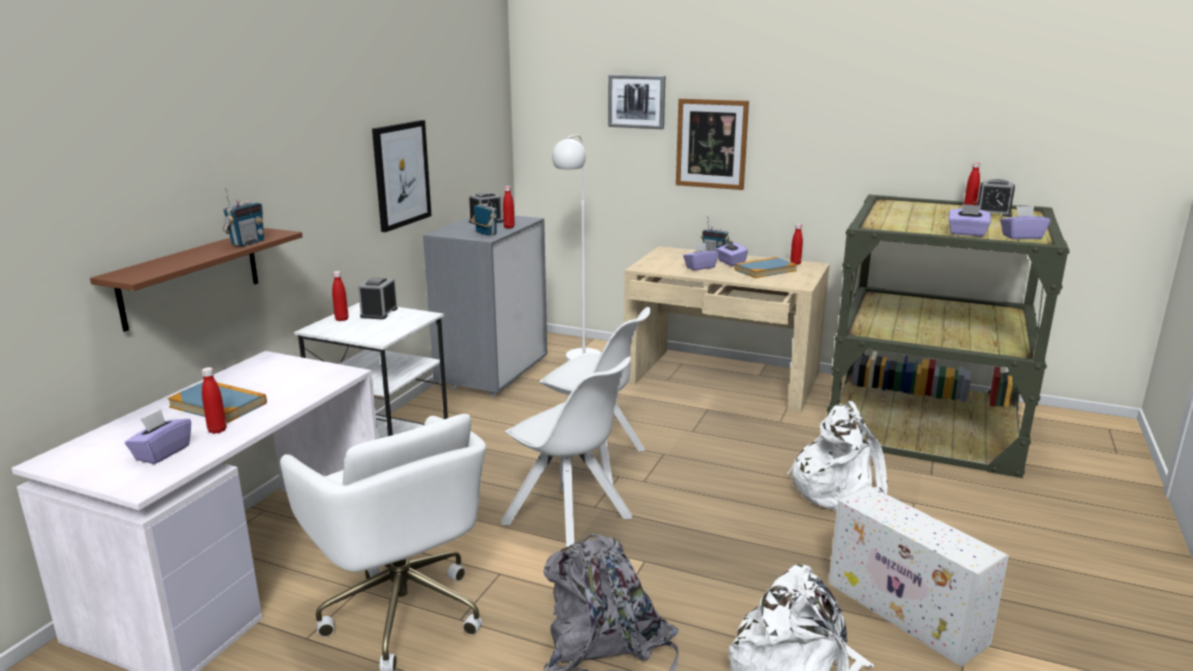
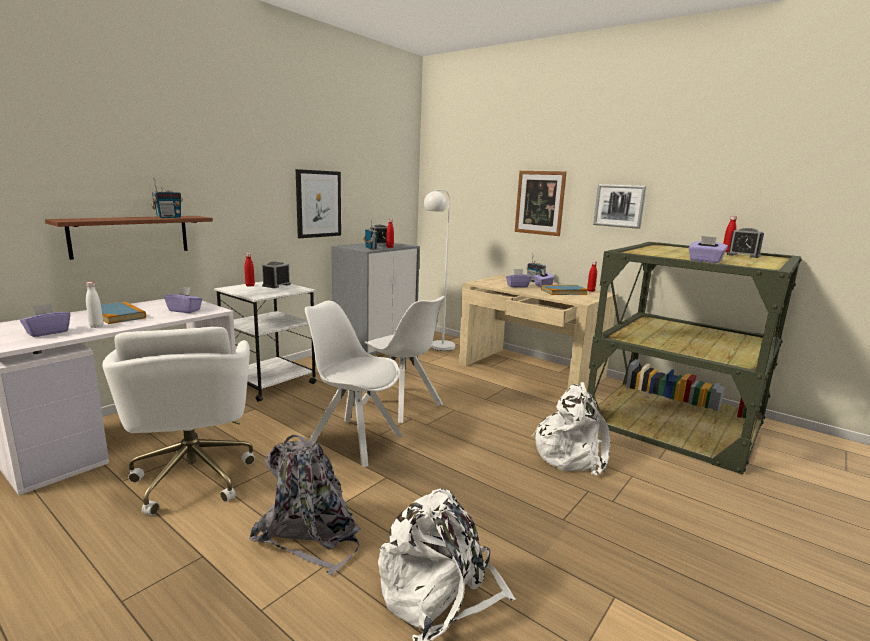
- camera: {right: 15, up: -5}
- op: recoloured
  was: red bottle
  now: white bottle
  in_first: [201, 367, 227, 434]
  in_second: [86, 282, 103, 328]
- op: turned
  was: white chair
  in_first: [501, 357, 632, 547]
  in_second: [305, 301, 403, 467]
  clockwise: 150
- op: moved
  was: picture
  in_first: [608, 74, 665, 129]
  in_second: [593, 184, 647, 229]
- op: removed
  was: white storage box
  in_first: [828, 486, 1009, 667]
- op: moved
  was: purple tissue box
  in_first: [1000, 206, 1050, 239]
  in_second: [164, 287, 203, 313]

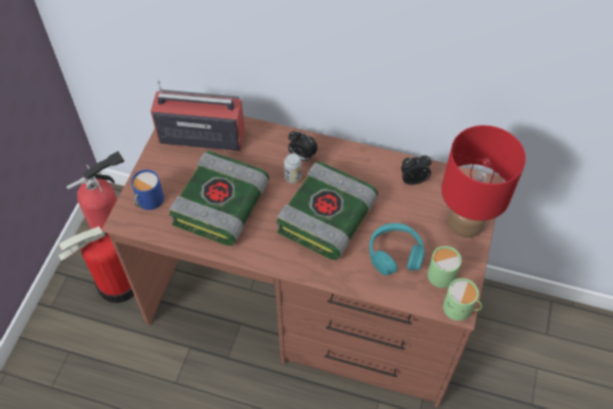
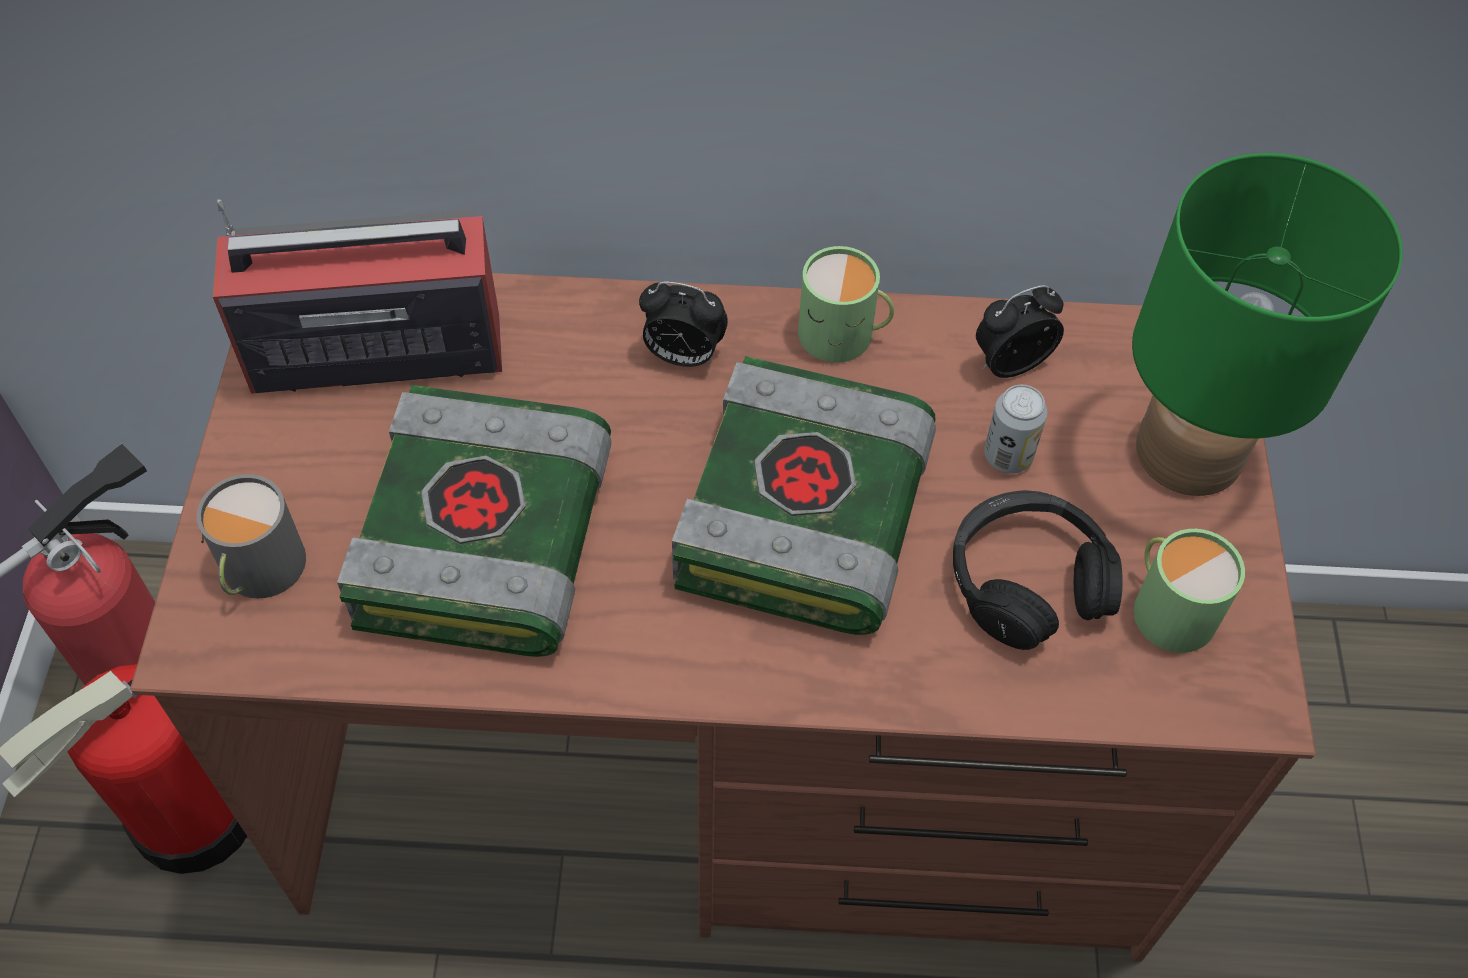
- camera: {right: -15, up: 0}
- op: recoloured
  was: blue mug
  now: grey mug
  in_first: [131, 169, 164, 210]
  in_second: [197, 474, 306, 598]
- op: moved
  was: can
  in_first: [284, 153, 302, 183]
  in_second: [984, 384, 1047, 474]
- op: recoloured
  was: turquoise headphones
  now: black headphones
  in_first: [369, 223, 425, 276]
  in_second: [953, 490, 1123, 650]
- op: recoloured
  was: red table lamp
  now: green table lamp
  in_first: [441, 125, 526, 238]
  in_second: [1132, 153, 1403, 496]
- op: moved
  was: green mug
  in_first: [443, 278, 482, 321]
  in_second: [798, 246, 894, 362]

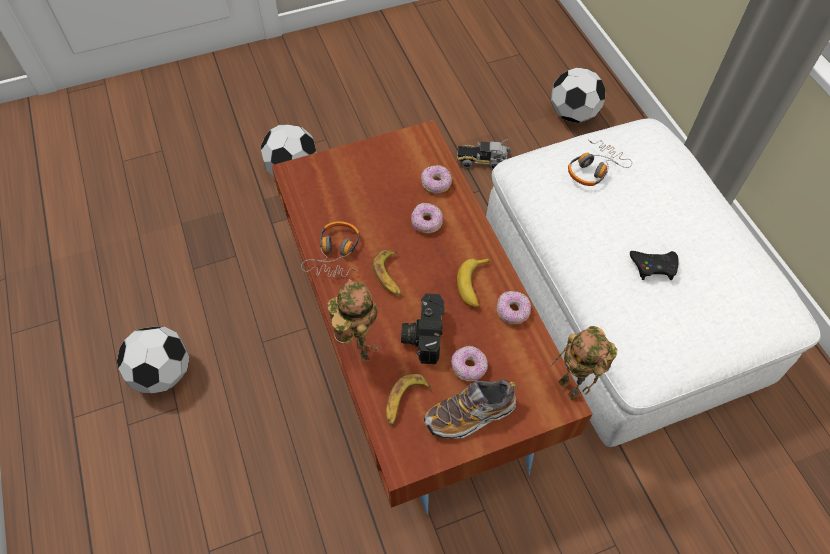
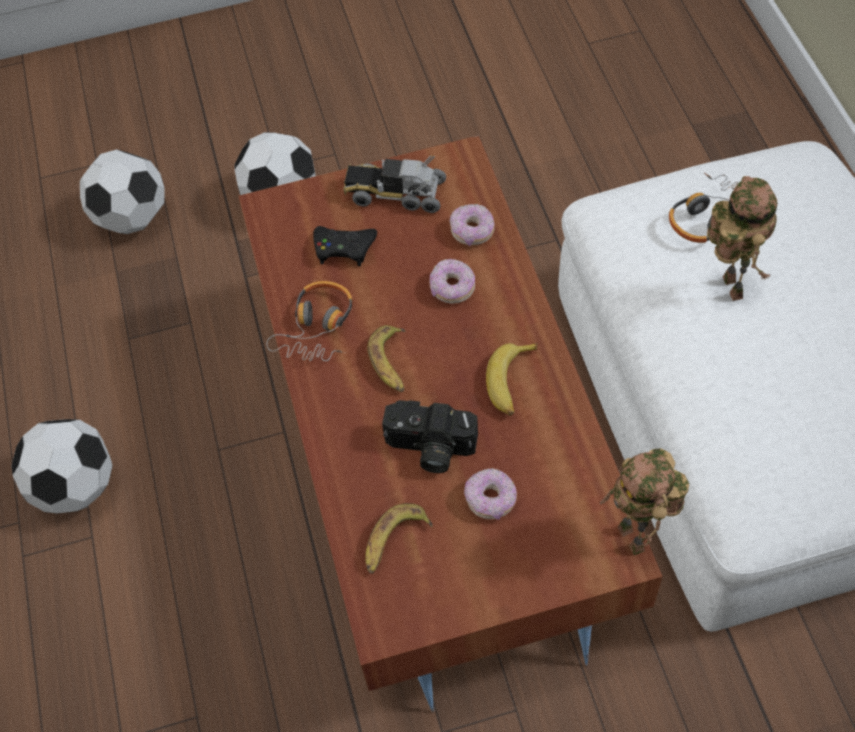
- camera: {right: 10, up: 0}
- op: moved
  was: toy robot
  in_first: [327, 279, 382, 363]
  in_second: [707, 176, 777, 301]
- op: turned
  was: photo camera
  in_first: [401, 293, 445, 364]
  in_second: [382, 400, 478, 473]
  clockwise: -90
- op: removed
  was: shoe
  in_first: [424, 379, 518, 439]
- op: moved
  was: toy truck
  in_first: [457, 139, 511, 169]
  in_second: [344, 156, 446, 213]
- op: removed
  was: donut
  in_first: [497, 291, 531, 324]
- op: moved
  was: football
  in_first: [551, 67, 606, 123]
  in_second: [80, 149, 164, 234]
- op: moved
  was: black game controller
  in_first: [630, 251, 679, 280]
  in_second: [313, 226, 377, 266]

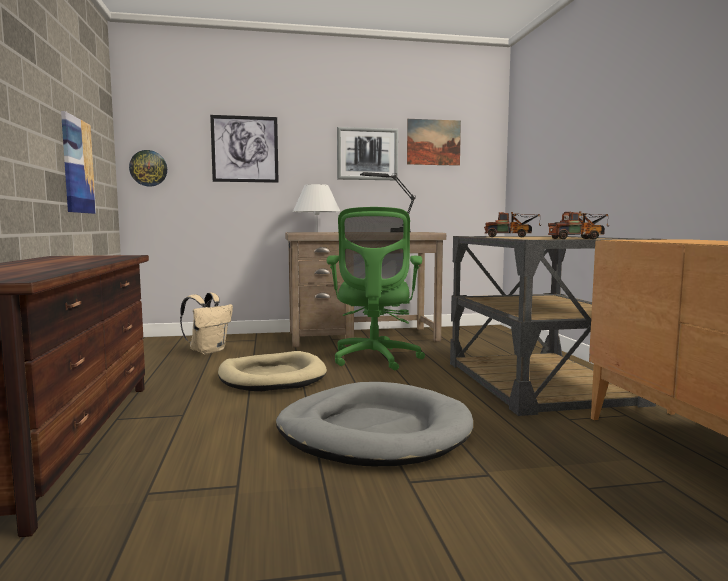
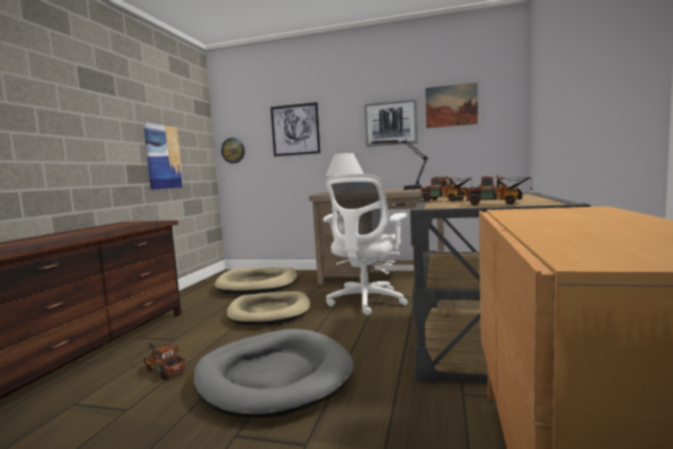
- camera: {right: 25, up: 0}
- op: replaced
  was: beige backpack
  now: beige dog bed
  in_first: [180, 292, 233, 355]
  in_second: [215, 267, 297, 295]
- op: recoloured
  was: green office chair
  now: white office chair
  in_first: [327, 207, 425, 370]
  in_second: [323, 174, 408, 315]
- op: added
  now: toy truck
  in_second: [144, 342, 185, 379]

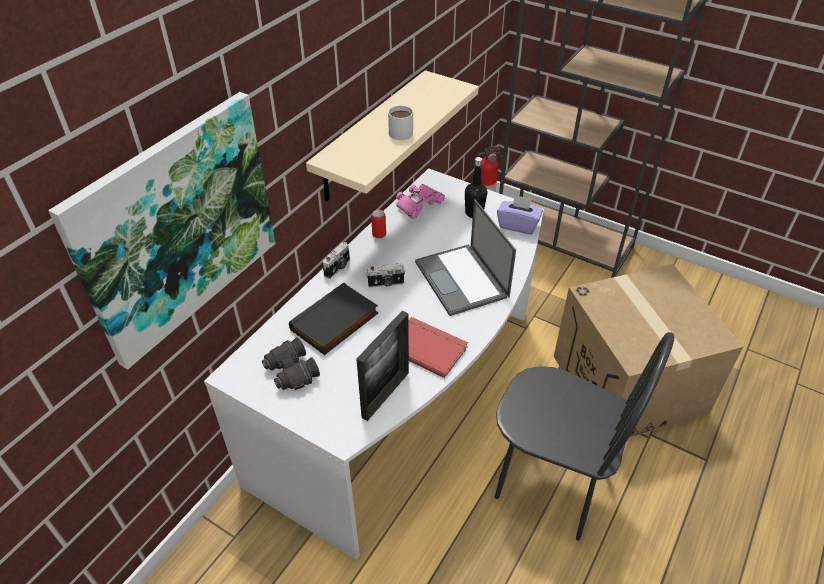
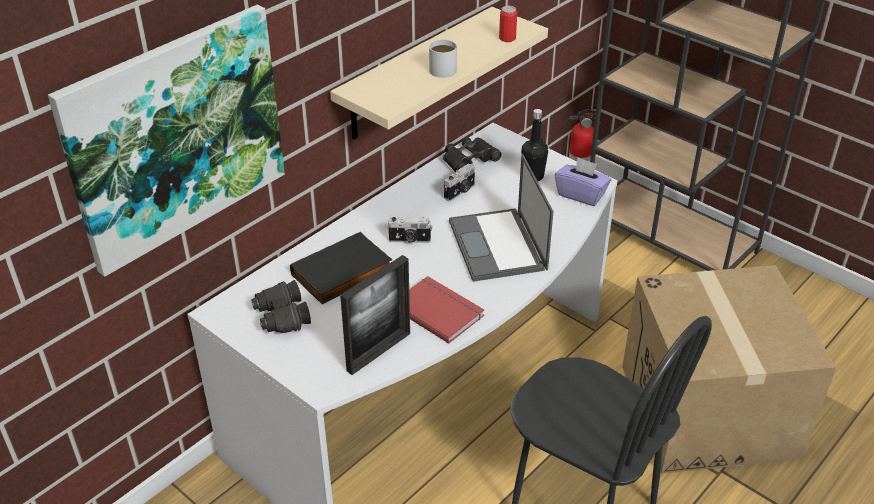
- camera: {right: 10, up: -5}
- op: moved
  was: photo camera
  in_first: [322, 242, 350, 279]
  in_second: [444, 164, 475, 201]
- op: moved
  was: can
  in_first: [371, 210, 386, 238]
  in_second: [499, 6, 517, 42]
- op: recoloured
  was: pink binoculars
  now: black binoculars
  in_first: [396, 184, 445, 219]
  in_second: [443, 137, 502, 172]

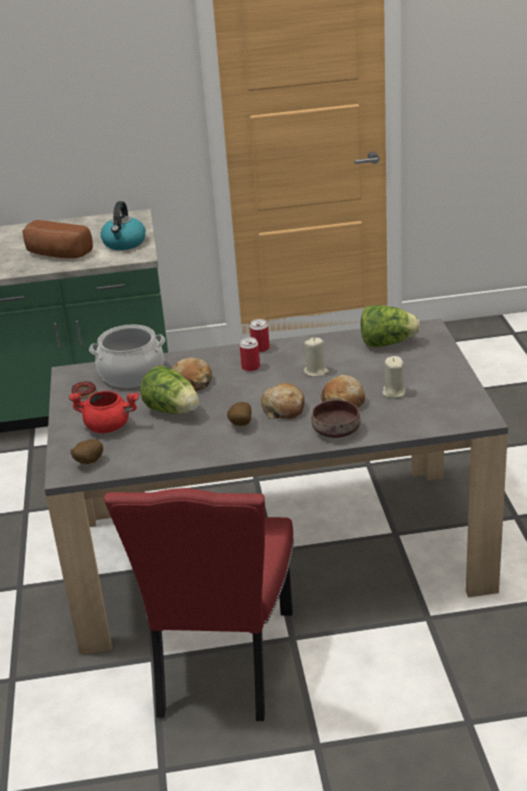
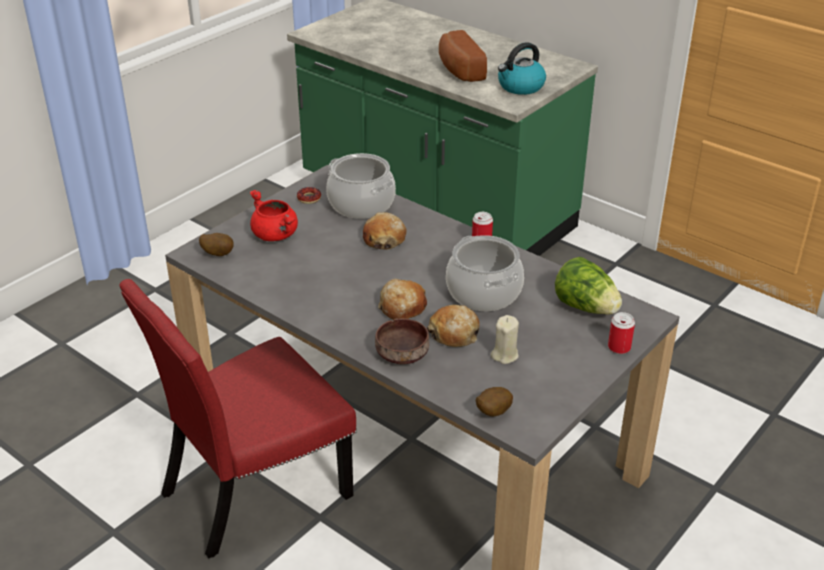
- camera: {right: 45, up: 5}
- op: removed
  was: lettuce
  in_first: [140, 365, 199, 414]
- op: moved
  was: potato
  in_first: [227, 402, 251, 426]
  in_second: [476, 387, 513, 416]
- op: moved
  was: can
  in_first: [239, 337, 260, 372]
  in_second: [608, 312, 635, 354]
- op: replaced
  was: beige candle
  now: cooking pot
  in_first: [304, 338, 329, 377]
  in_second: [446, 235, 524, 311]

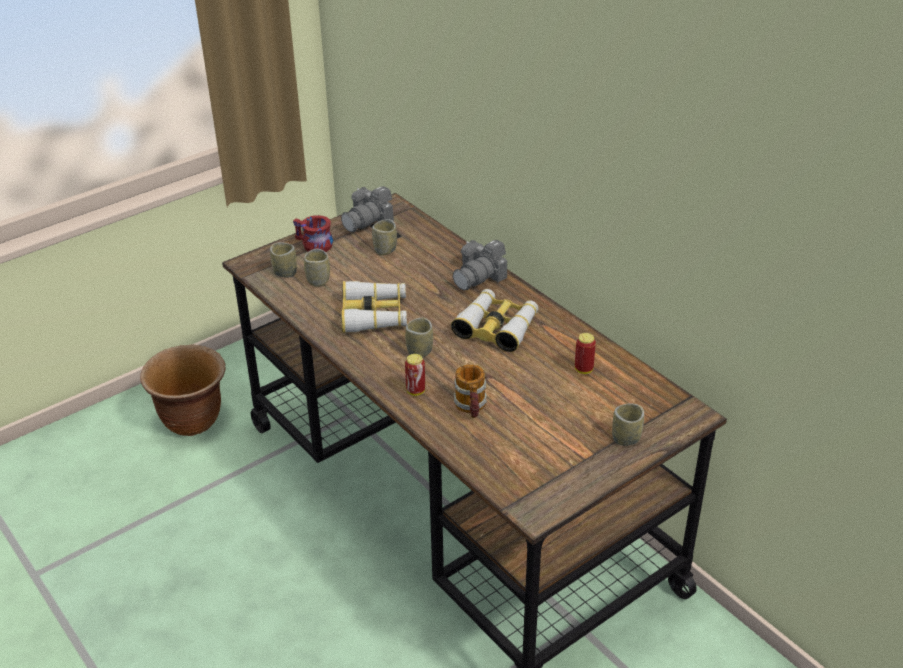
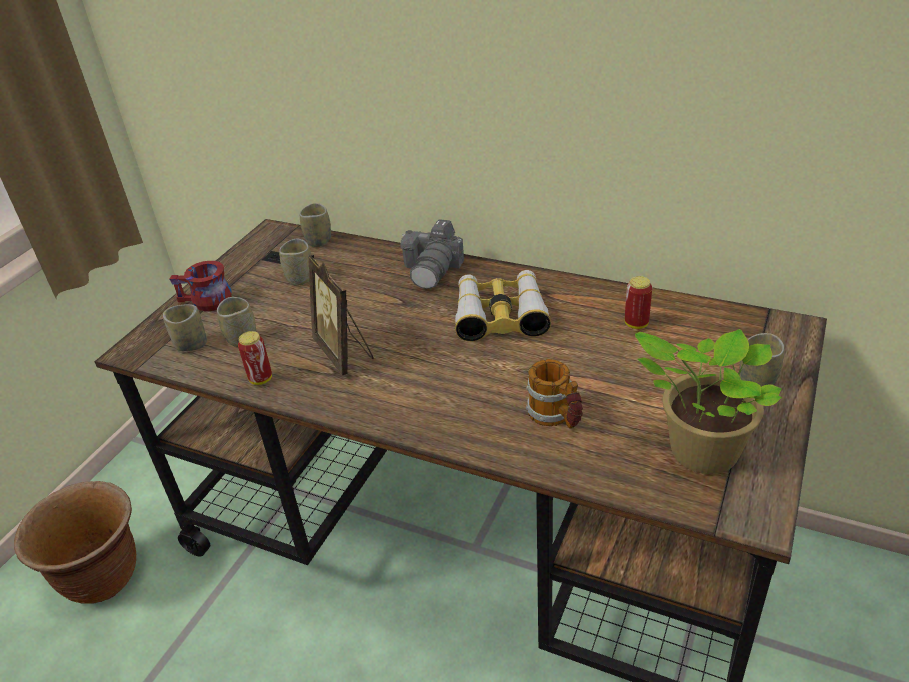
- camera: {right: -25, up: 0}
- op: removed
  was: photo camera
  in_first: [341, 186, 394, 232]
- op: replaced
  was: binoculars
  now: picture frame
  in_first: [341, 281, 407, 333]
  in_second: [308, 255, 374, 376]
- op: moved
  was: cup
  in_first: [405, 318, 433, 358]
  in_second: [300, 203, 331, 247]
- op: moved
  was: can
  in_first: [405, 354, 425, 396]
  in_second: [238, 331, 272, 385]
- op: added
  now: potted plant
  in_second: [635, 329, 782, 474]

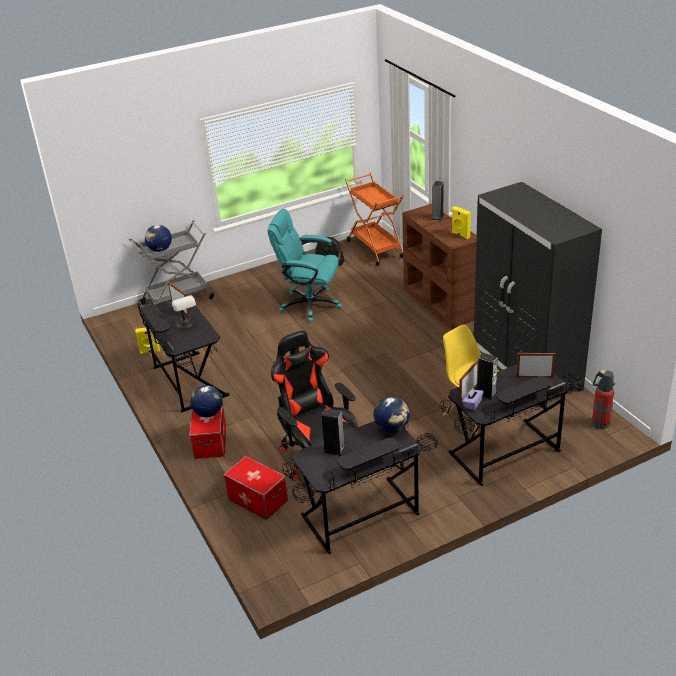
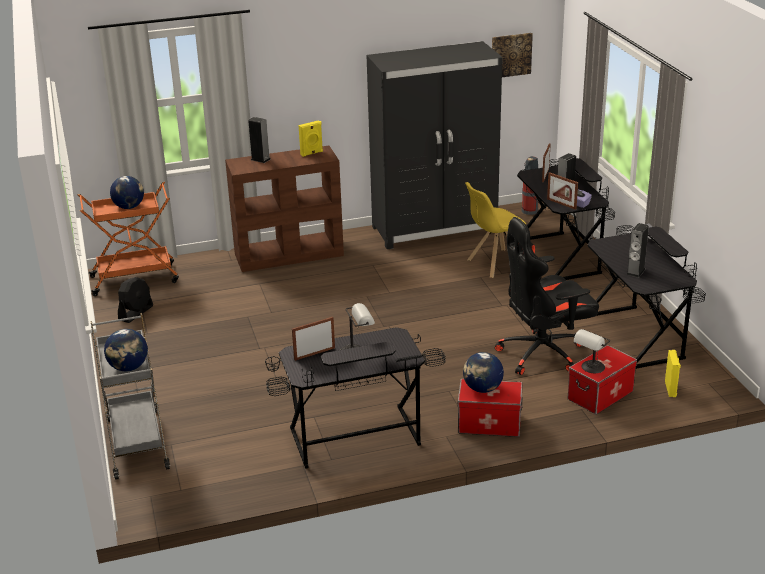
- camera: {right: -80, up: -5}
- op: moved
  was: yellow speaker
  in_first: [135, 328, 160, 354]
  in_second: [665, 350, 681, 397]
- op: removed
  was: turquoise office chair
  in_first: [267, 209, 342, 322]
- op: moved
  was: globe
  in_first: [374, 396, 410, 433]
  in_second: [110, 176, 144, 209]
- op: added
  now: picture
  in_second: [492, 33, 533, 77]
- op: added
  now: table lamp
  in_second: [574, 329, 610, 373]

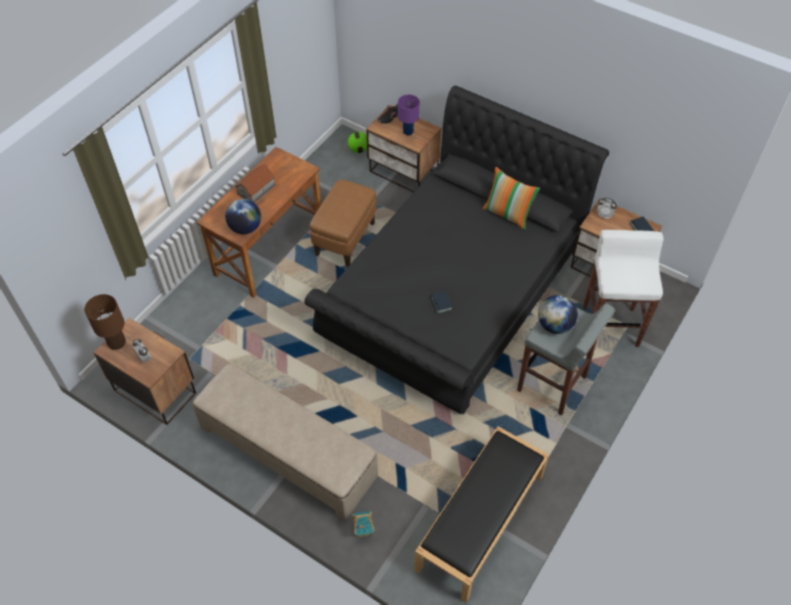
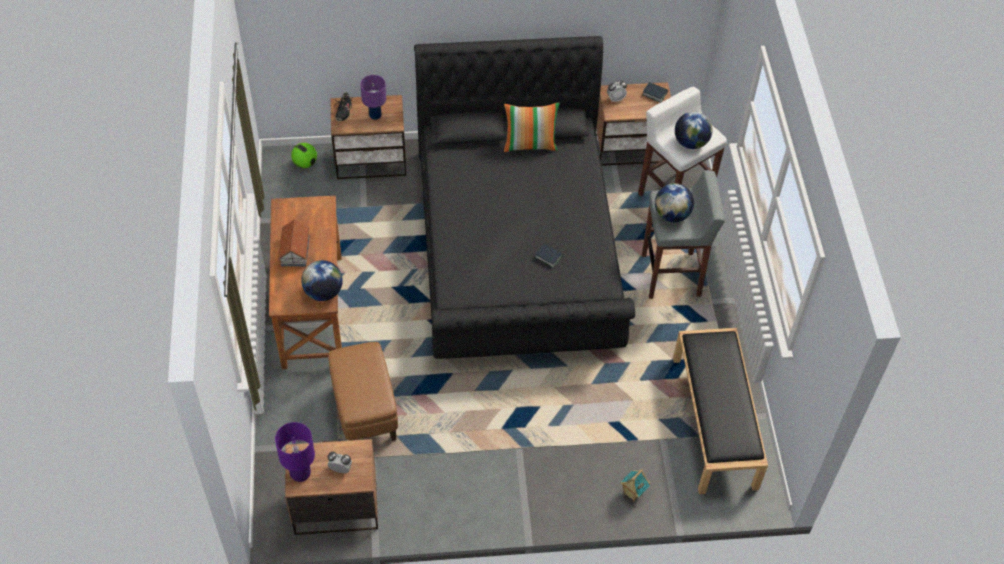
- camera: {right: -40, up: 0}
- op: recoloured
  was: brown table lamp
  now: purple table lamp
  in_first: [84, 294, 126, 350]
  in_second: [275, 422, 315, 482]
- op: removed
  was: beige bench
  in_first: [193, 363, 378, 520]
- op: moved
  was: brown ottoman
  in_first: [310, 180, 376, 266]
  in_second: [328, 342, 398, 441]
- op: added
  now: globe
  in_second: [675, 111, 713, 149]

